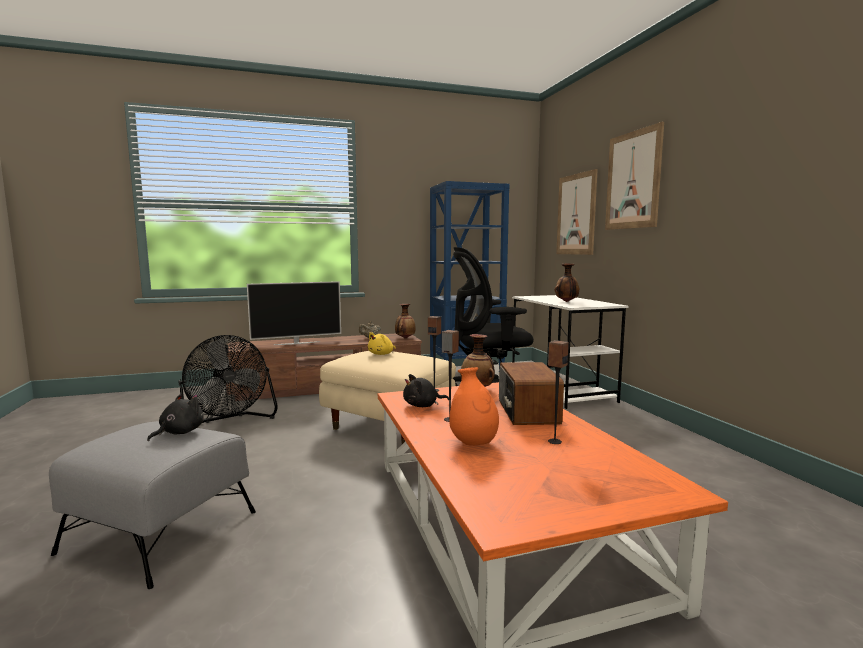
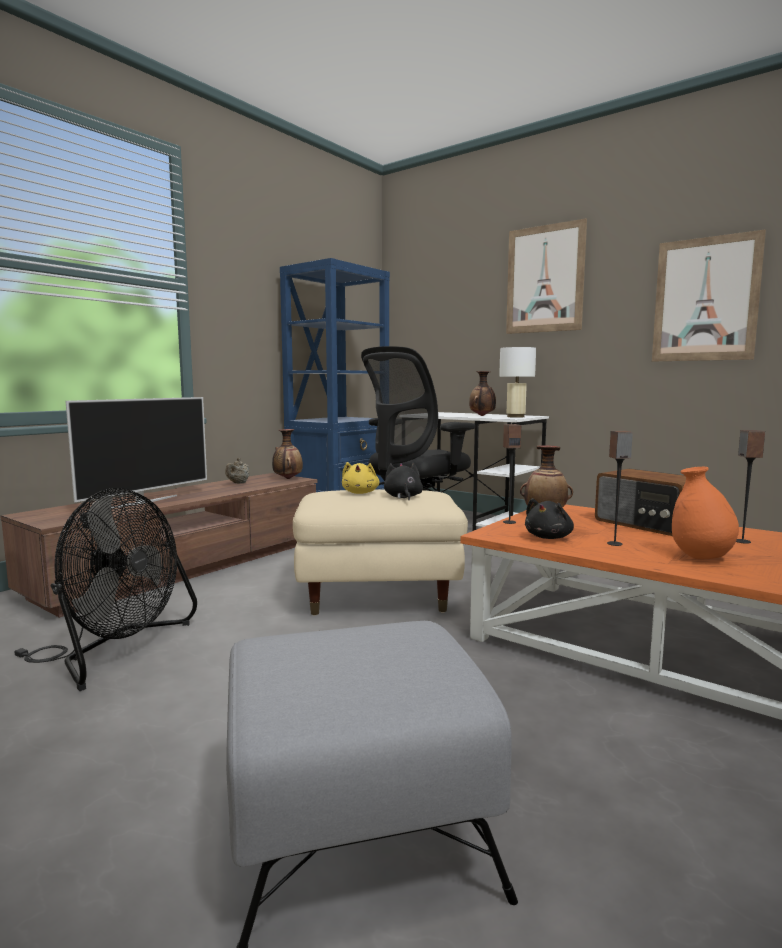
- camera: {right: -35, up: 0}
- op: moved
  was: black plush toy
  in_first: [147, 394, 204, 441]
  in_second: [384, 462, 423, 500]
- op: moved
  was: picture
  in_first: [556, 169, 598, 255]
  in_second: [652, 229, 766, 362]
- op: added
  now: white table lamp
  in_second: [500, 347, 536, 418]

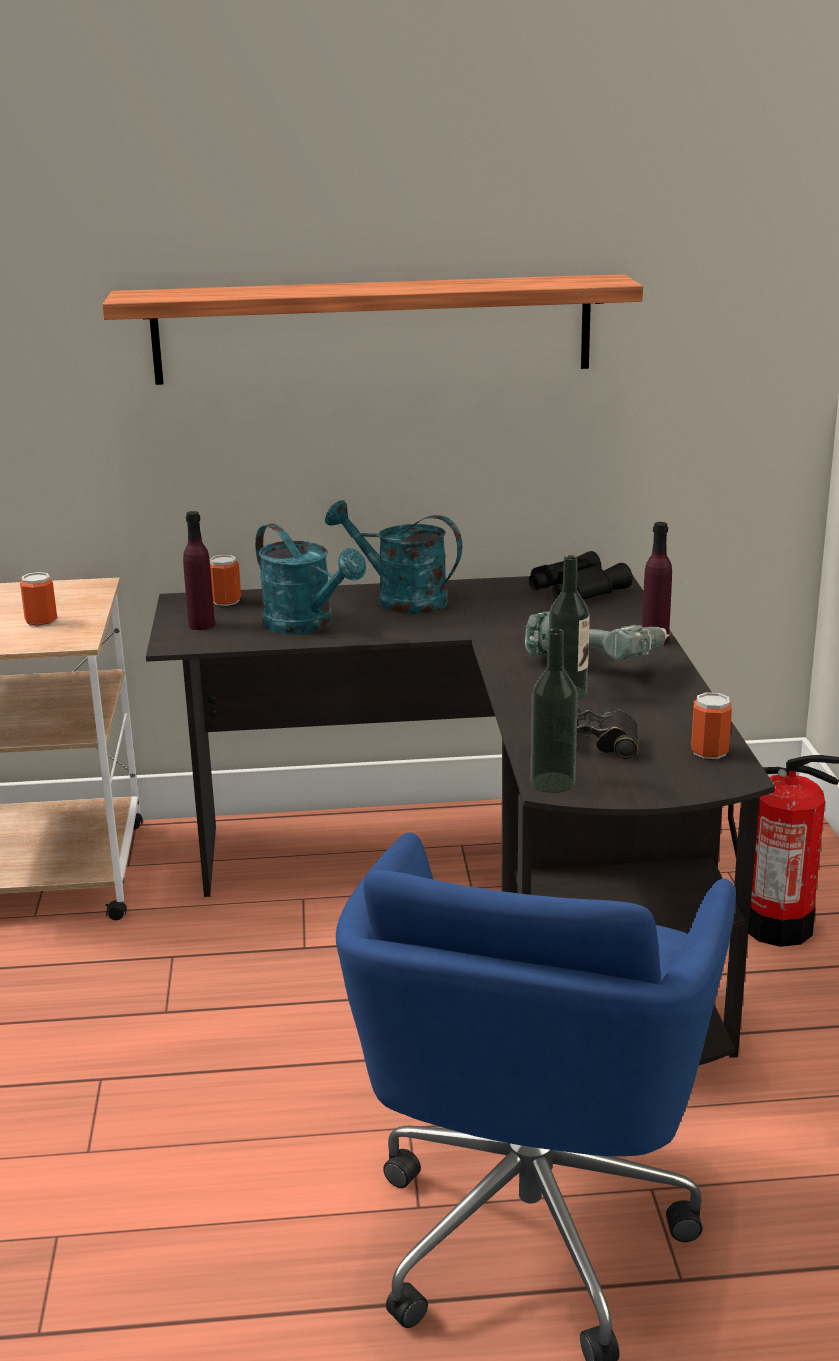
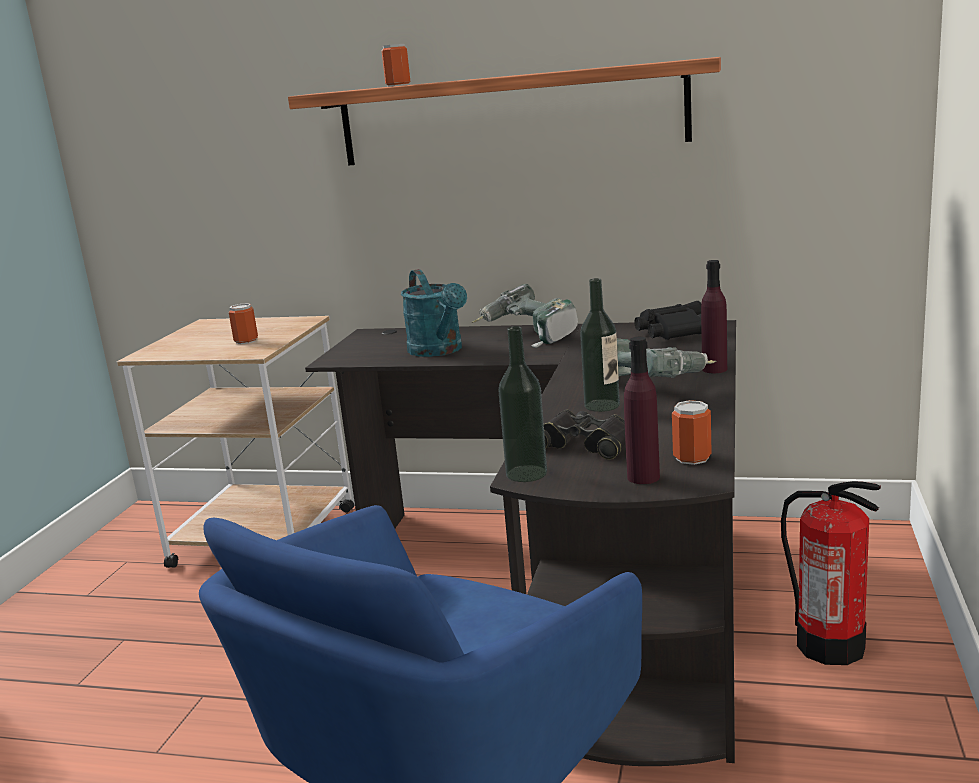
- camera: {right: 20, up: -5}
- op: moved
  was: purple bottle
  in_first: [183, 511, 215, 630]
  in_second: [624, 337, 660, 484]
- op: moved
  was: can
  in_first: [210, 555, 241, 606]
  in_second: [382, 44, 410, 87]
- op: replaced
  was: turquoise watering can
  now: power drill
  in_first: [325, 500, 462, 614]
  in_second: [472, 284, 578, 348]

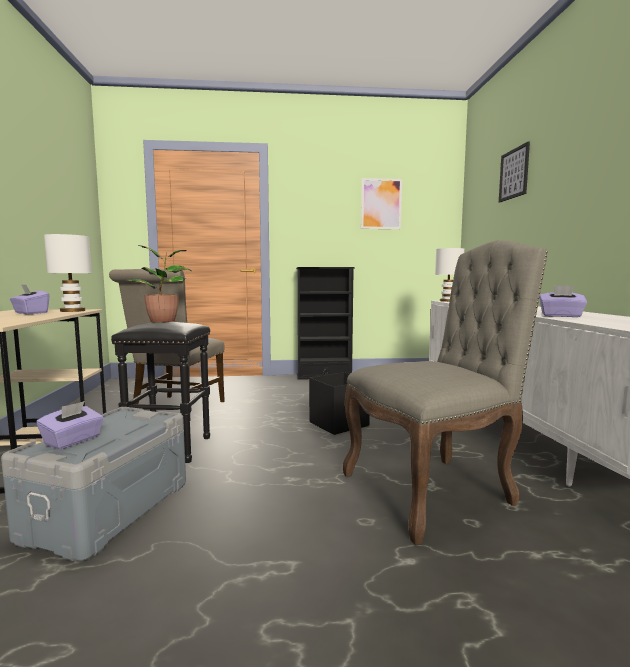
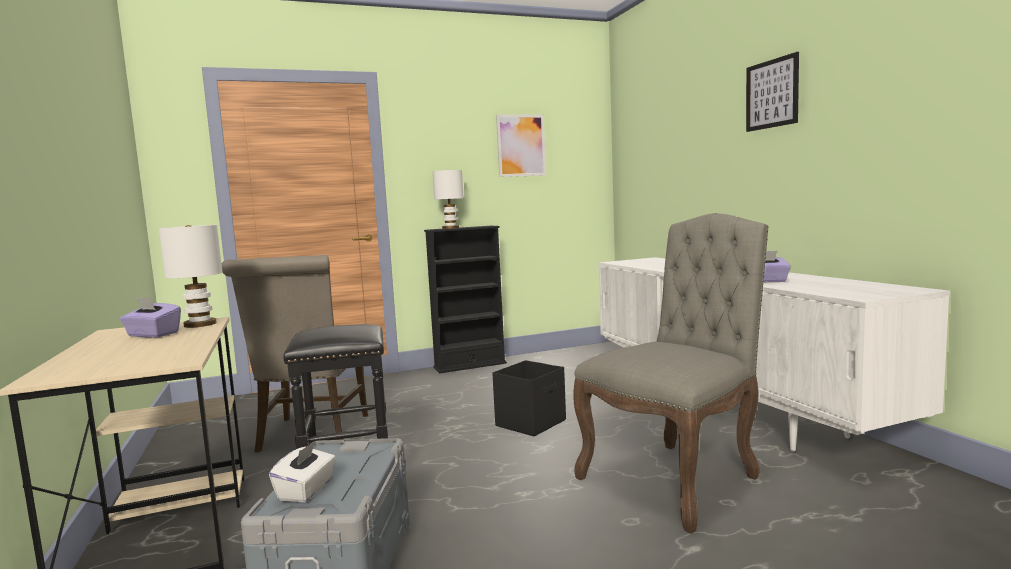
- camera: {right: -15, up: 0}
- op: recoloured
  was: purple tissue box
  now: white tissue box
  in_first: [36, 401, 104, 449]
  in_second: [269, 441, 336, 502]
- op: removed
  was: potted plant
  in_first: [128, 245, 192, 323]
- op: moved
  was: white table lamp
  in_first: [435, 248, 464, 302]
  in_second: [433, 170, 464, 229]
- op: moved
  was: picture
  in_first: [499, 141, 530, 202]
  in_second: [746, 52, 799, 132]

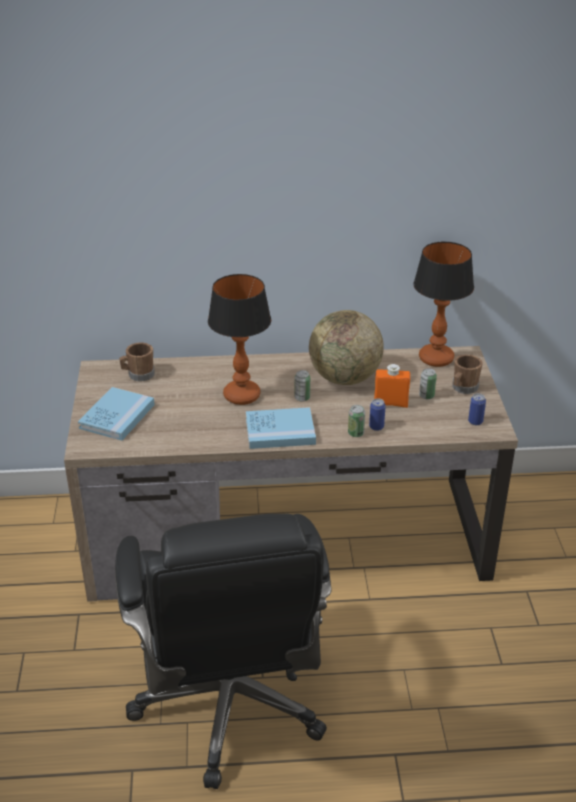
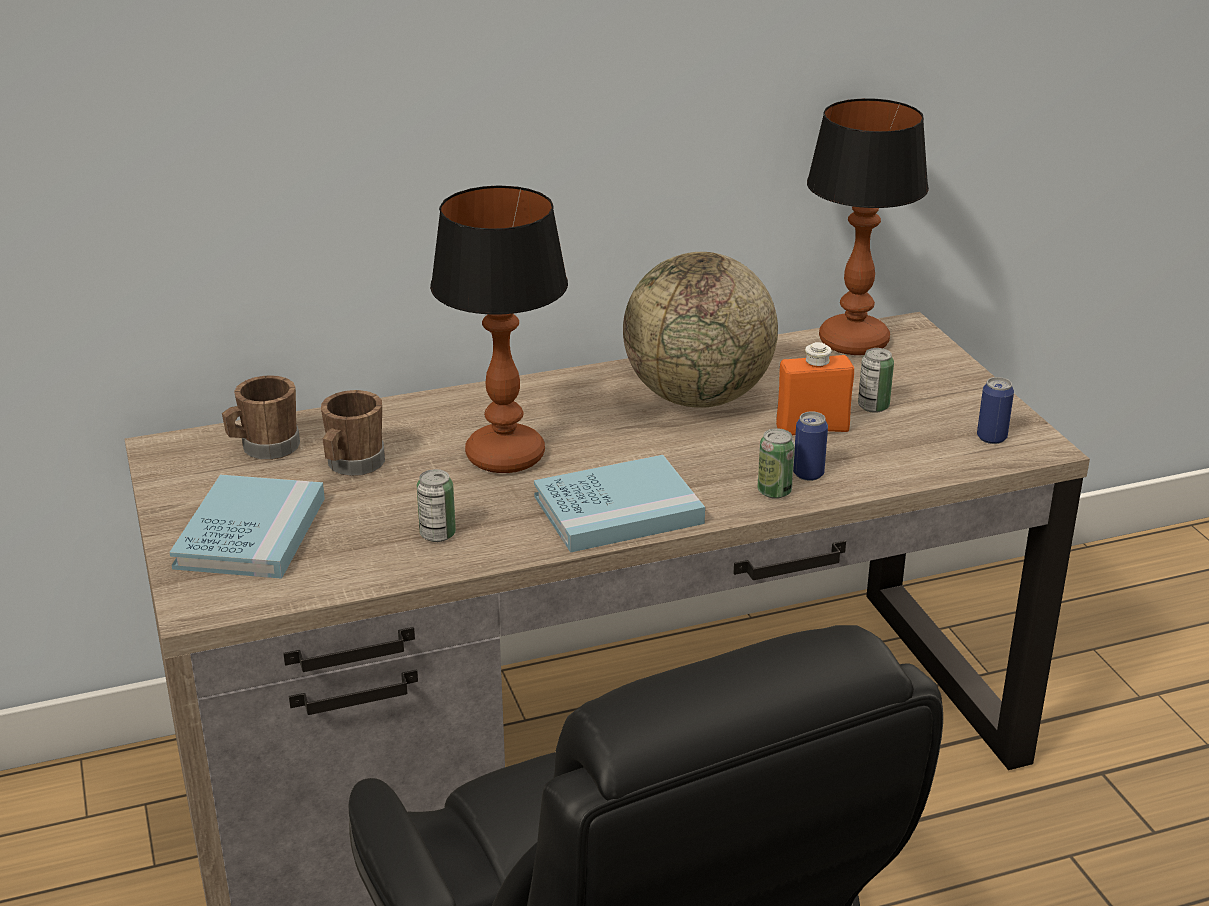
- camera: {right: -15, up: -5}
- op: moved
  was: can
  in_first: [295, 370, 310, 402]
  in_second: [417, 469, 456, 542]
- op: moved
  was: brown mug
  in_first: [452, 354, 483, 394]
  in_second: [321, 390, 385, 476]

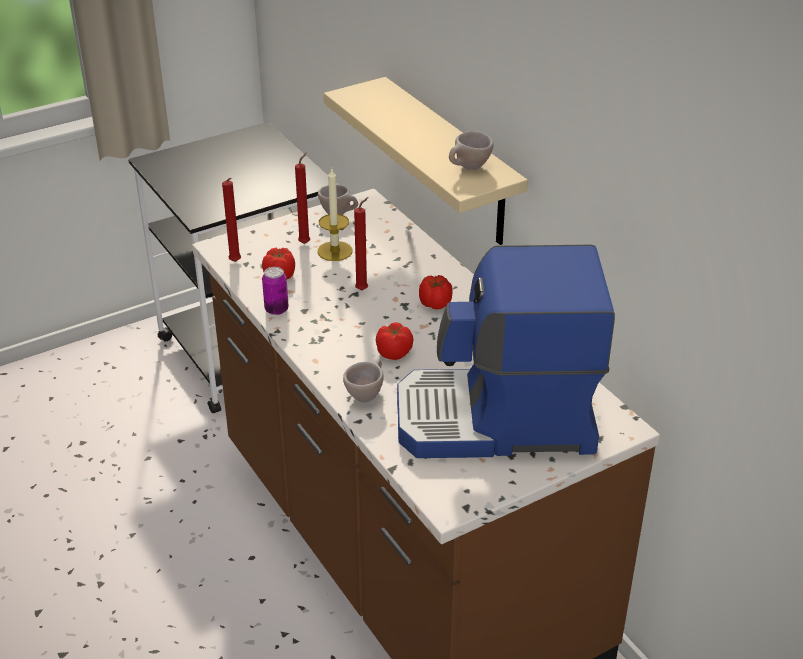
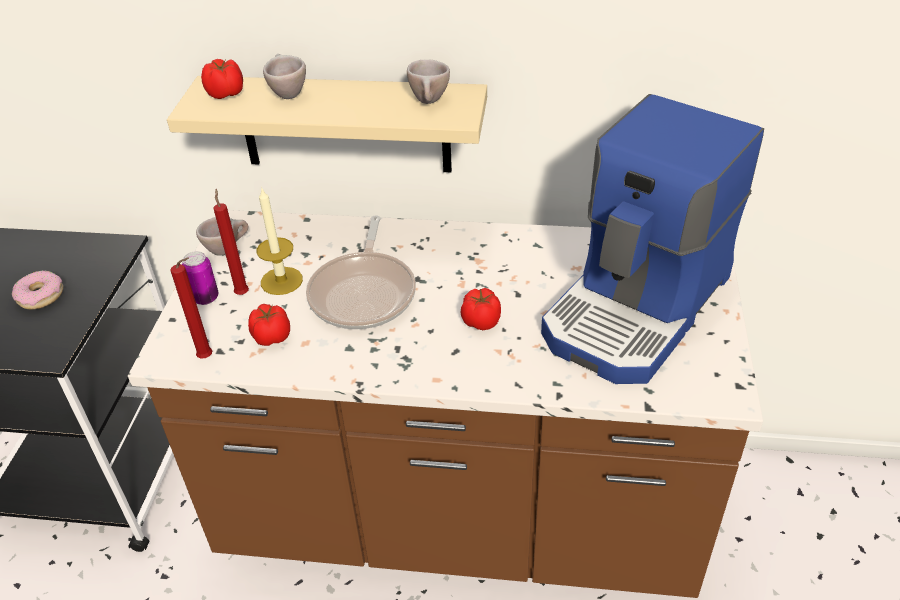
- camera: {right: -50, up: 5}
- op: moved
  was: can
  in_first: [262, 267, 289, 315]
  in_second: [182, 251, 218, 305]
- op: moved
  was: beige cup
  in_first: [343, 359, 383, 403]
  in_second: [263, 54, 306, 99]
- op: replaced
  was: red candle
  now: frying pan
  in_first: [354, 197, 369, 290]
  in_second: [306, 215, 416, 329]
- op: moved
  was: tomato
  in_first: [419, 275, 453, 310]
  in_second: [201, 59, 243, 99]
- op: added
  now: donut
  in_second: [12, 270, 63, 309]

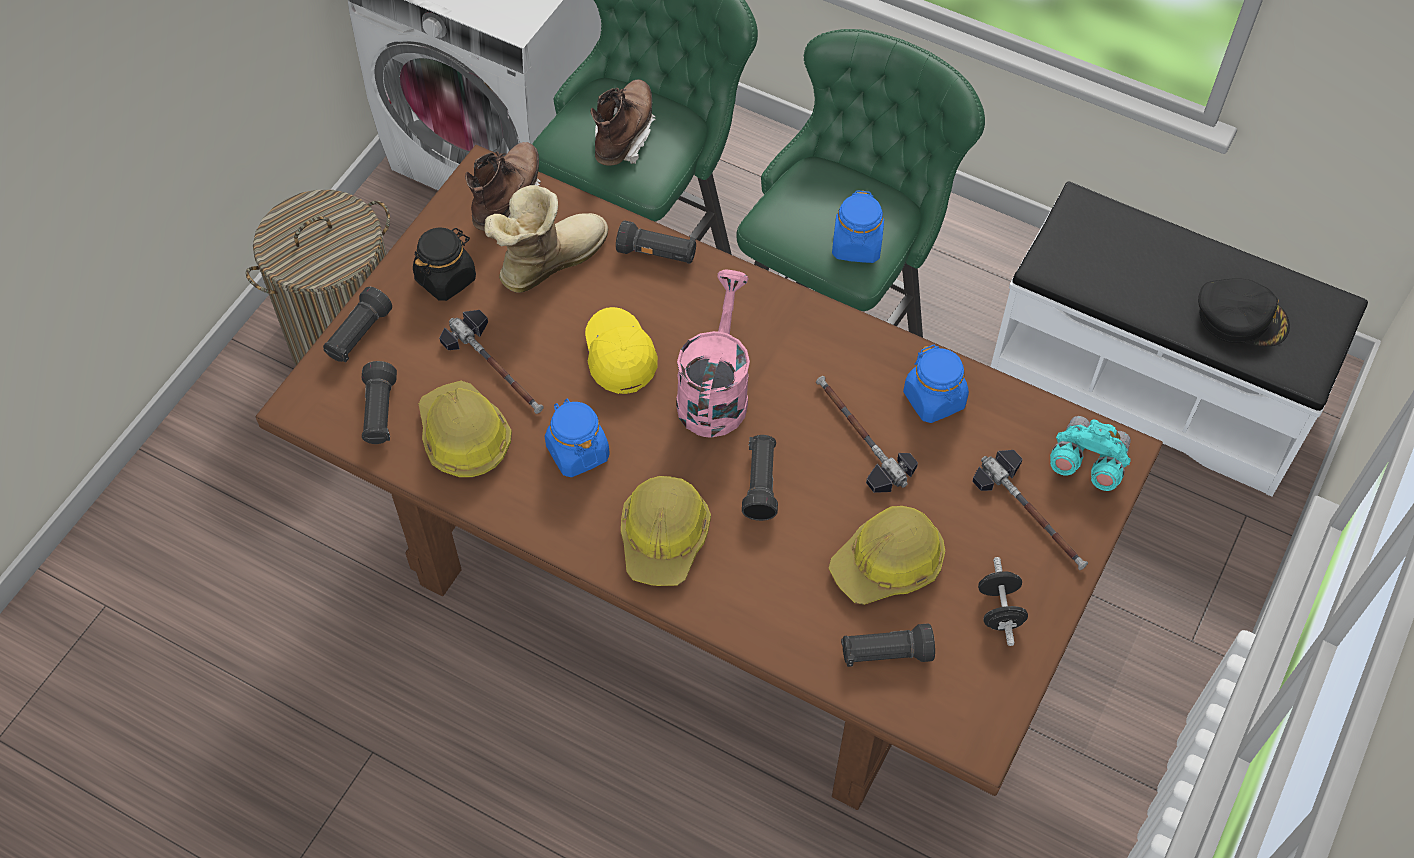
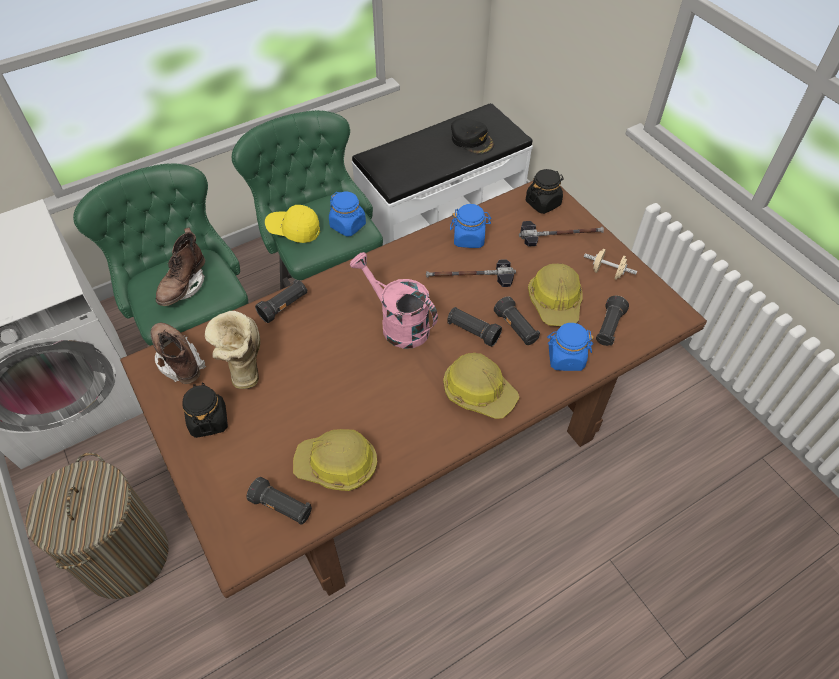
- camera: {right: -60, up: -5}
- op: moved
  was: black flashlight
  in_first: [323, 287, 392, 362]
  in_second: [494, 296, 540, 345]
- op: removed
  was: hammer
  in_first: [439, 310, 544, 414]
- op: moved
  was: blue jar
  in_first: [545, 399, 610, 477]
  in_second: [547, 323, 594, 371]
- op: moved
  was: yellow cap
  in_first: [585, 307, 658, 394]
  in_second: [265, 205, 320, 243]
- op: turned
  was: brown boot
  in_first: [591, 80, 656, 166]
  in_second: [156, 228, 205, 306]
  clockwise: -120
- op: recoloured
  was: black dumbbell
  now: beige dumbbell
  in_first: [978, 557, 1028, 646]
  in_second: [584, 249, 637, 280]
- op: replaced
  was: turquoise binoculars
  now: black jar
  in_first: [1050, 416, 1131, 491]
  in_second: [526, 169, 564, 214]
- op: turned
  was: black cap
  in_first: [1198, 278, 1290, 346]
  in_second: [451, 118, 494, 154]
  clockwise: 90

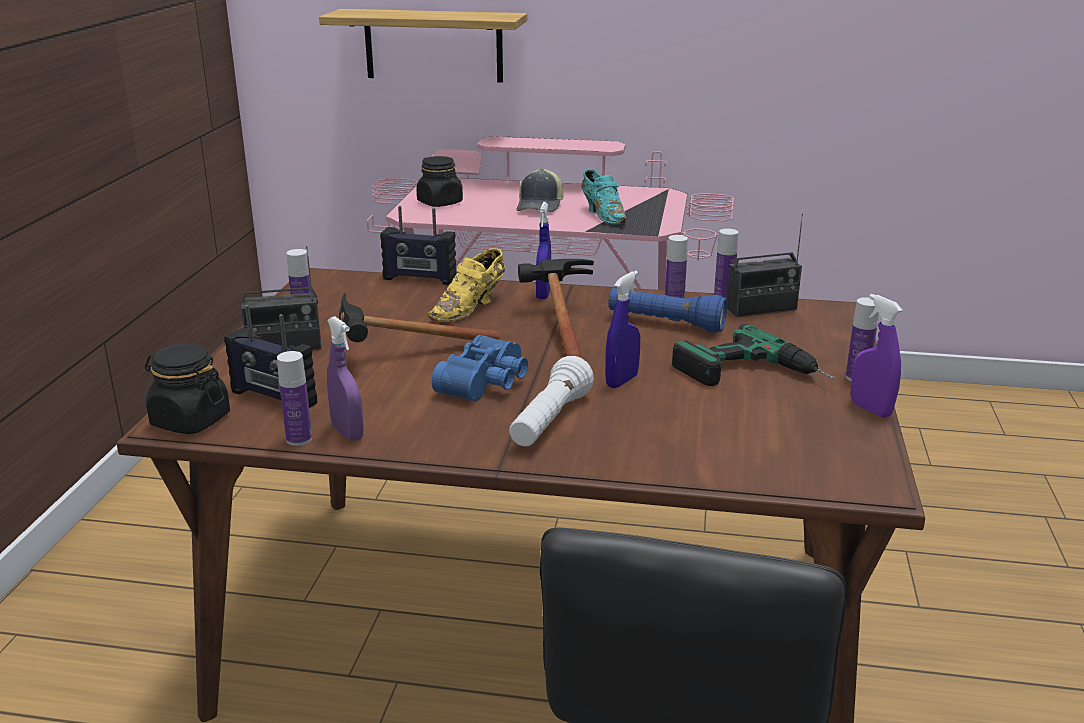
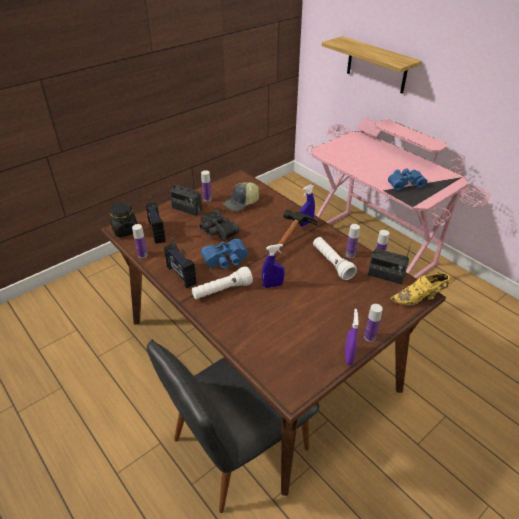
- camera: {right: 40, up: 15}
- op: removed
  was: purple spray bottle
  in_first: [327, 316, 364, 441]
- op: replaced
  was: hammer
  now: black binoculars
  in_first: [339, 293, 500, 342]
  in_second: [200, 210, 239, 241]
- op: moved
  was: radio
  in_first: [380, 206, 457, 285]
  in_second: [164, 238, 197, 288]
- op: removed
  was: black jar
  in_first: [416, 156, 463, 207]
- op: moved
  was: yellow shoe
  in_first: [427, 248, 505, 322]
  in_second: [390, 272, 450, 306]
- op: moved
  was: cap
  in_first: [516, 168, 564, 212]
  in_second: [223, 182, 259, 211]
- op: replaced
  was: turquoise shoe
  now: blue binoculars
  in_first: [581, 169, 626, 224]
  in_second: [388, 169, 427, 191]
- op: recoloured
  was: blue flashlight
  now: white flashlight
  in_first: [608, 288, 727, 333]
  in_second: [313, 237, 357, 280]
- op: removed
  was: power drill
  in_first: [672, 324, 836, 386]

